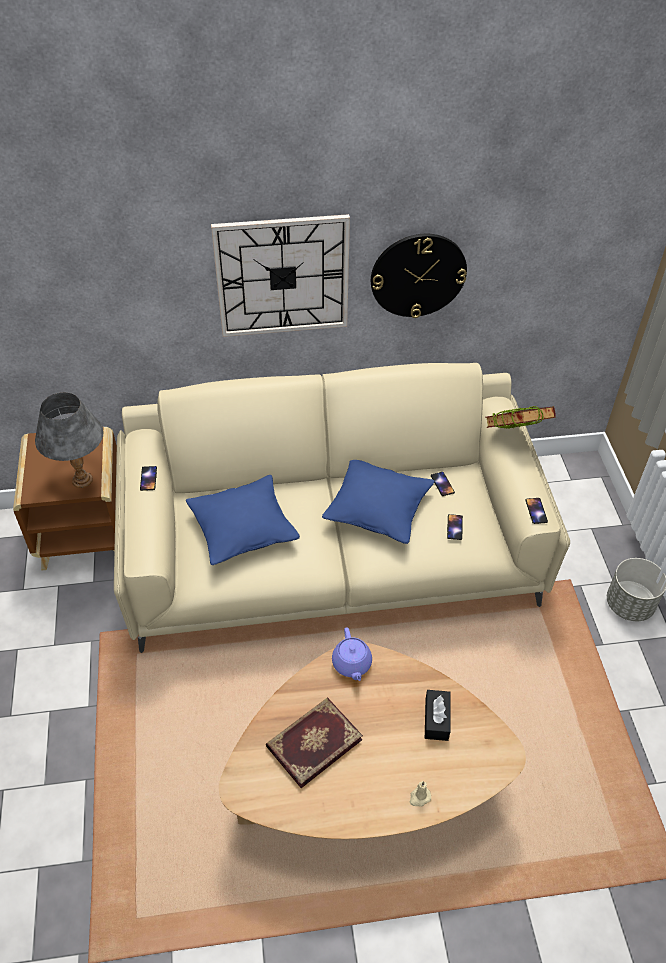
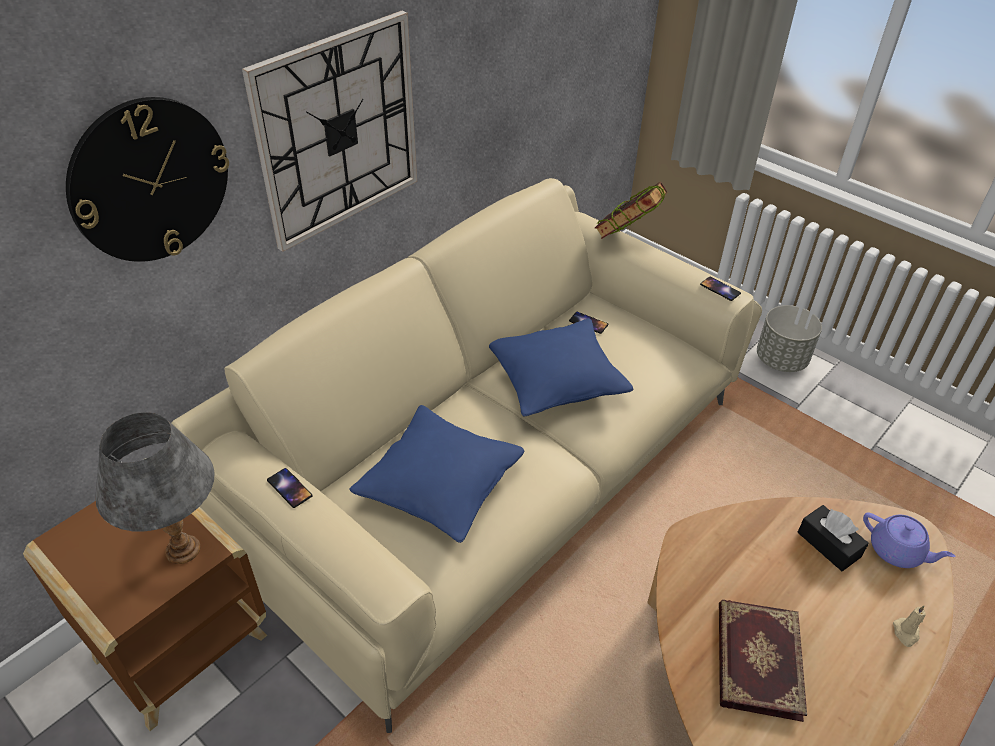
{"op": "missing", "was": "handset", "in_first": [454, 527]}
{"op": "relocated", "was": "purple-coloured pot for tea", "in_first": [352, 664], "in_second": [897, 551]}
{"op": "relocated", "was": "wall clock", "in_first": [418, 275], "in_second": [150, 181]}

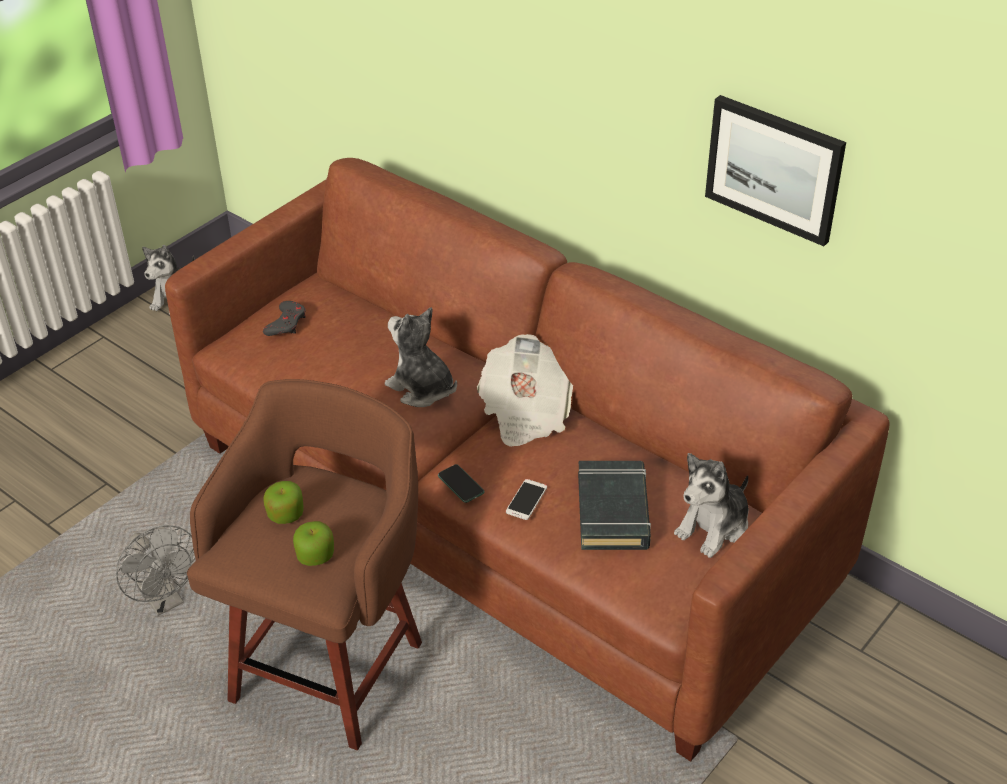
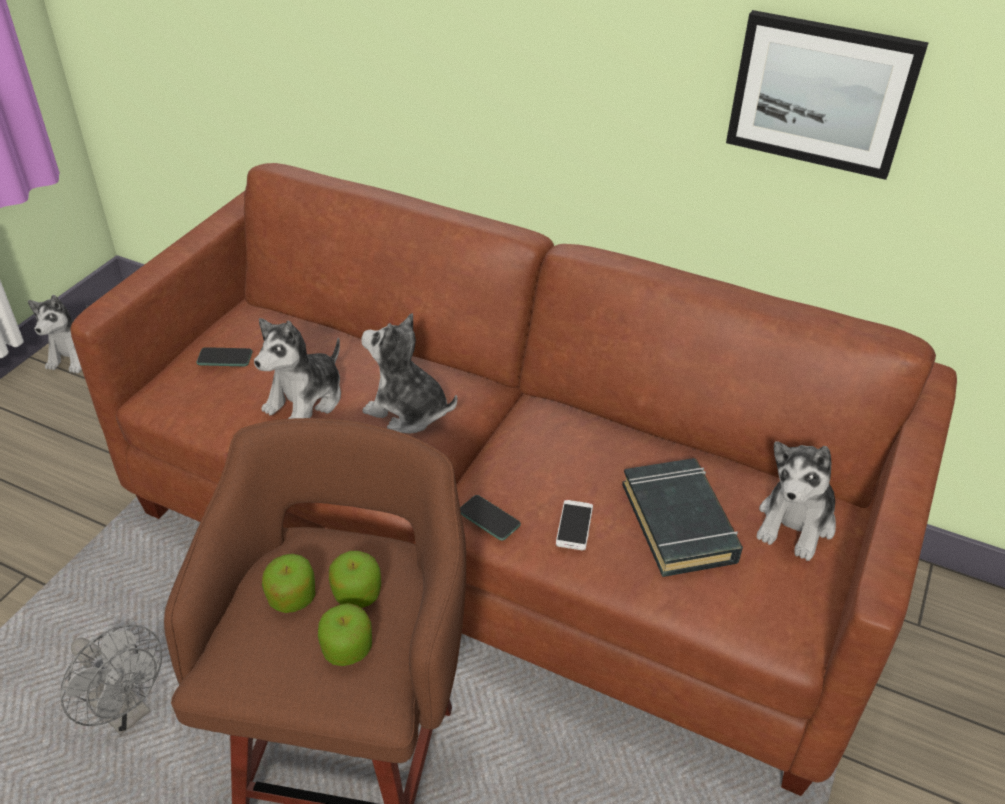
{"op": "missing", "was": "daily paper", "in_first": [525, 412]}
{"op": "appeared", "now": "plush toy", "in_second": [306, 400]}
{"op": "appeared", "now": "apple fruit", "in_second": [357, 593]}
{"op": "exchanged", "was": "grey gamepad", "now": "handset", "in_first": [286, 323], "in_second": [225, 358]}

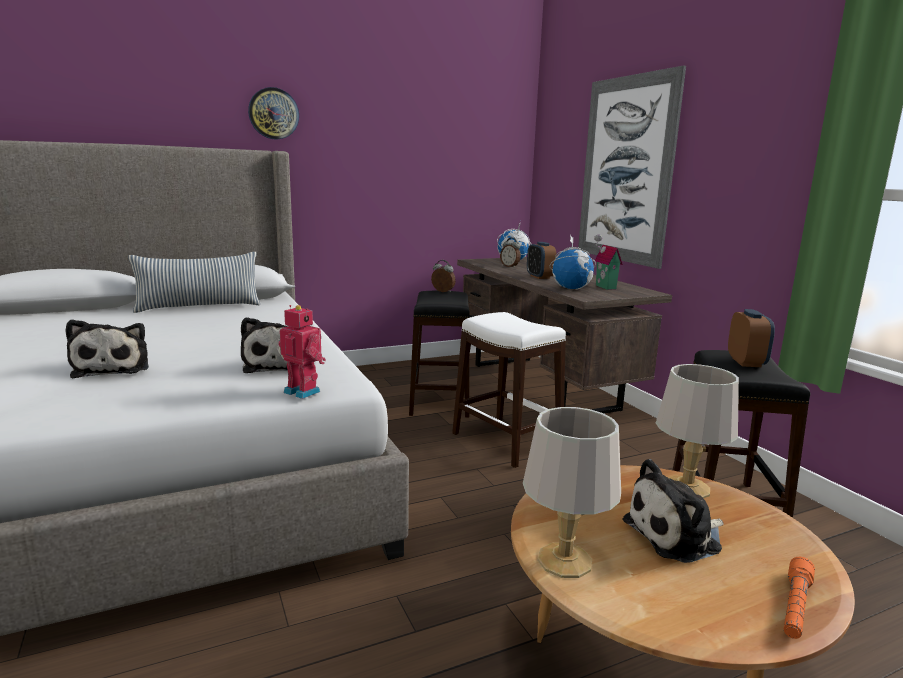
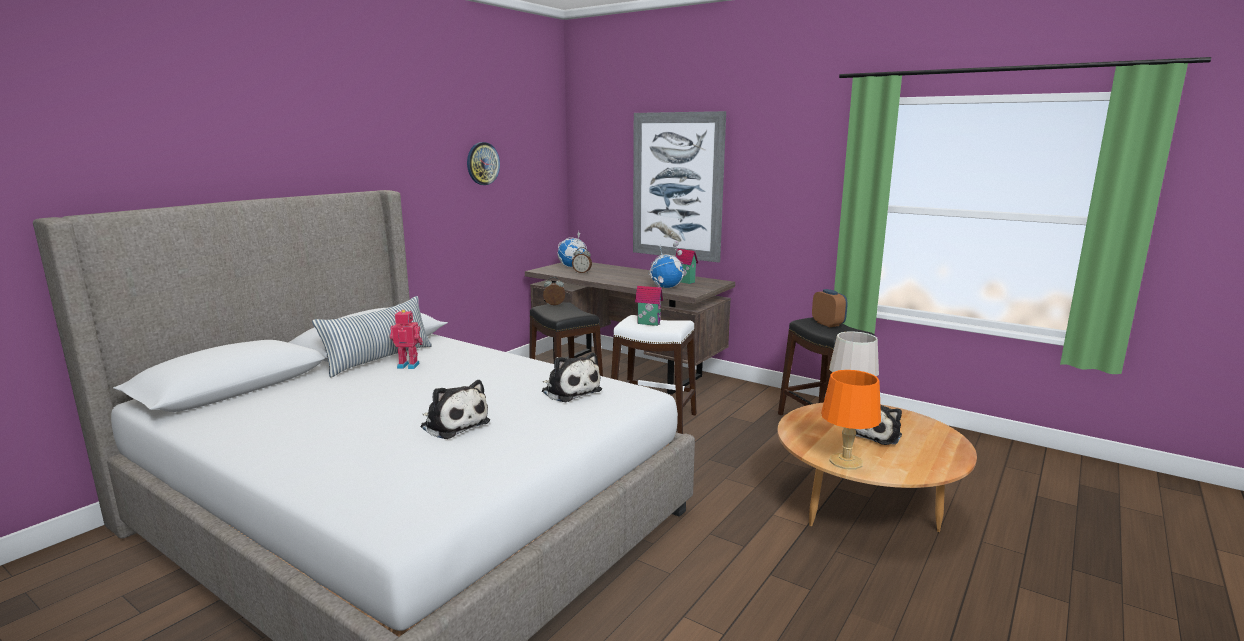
{"op": "missing", "was": "bedside clock", "in_first": [539, 277]}
{"op": "missing", "was": "orangey torch", "in_first": [795, 606]}
{"op": "appeared", "now": "toy house", "in_second": [649, 323]}
{"op": "relocated", "was": "wall clock", "in_first": [273, 113], "in_second": [482, 163]}
{"op": "relocated", "was": "robot figure", "in_first": [303, 391], "in_second": [409, 365]}
{"op": "colour", "was": "grey table lamp", "now": "orangey table lamp", "in_first": [563, 560], "in_second": [845, 462]}

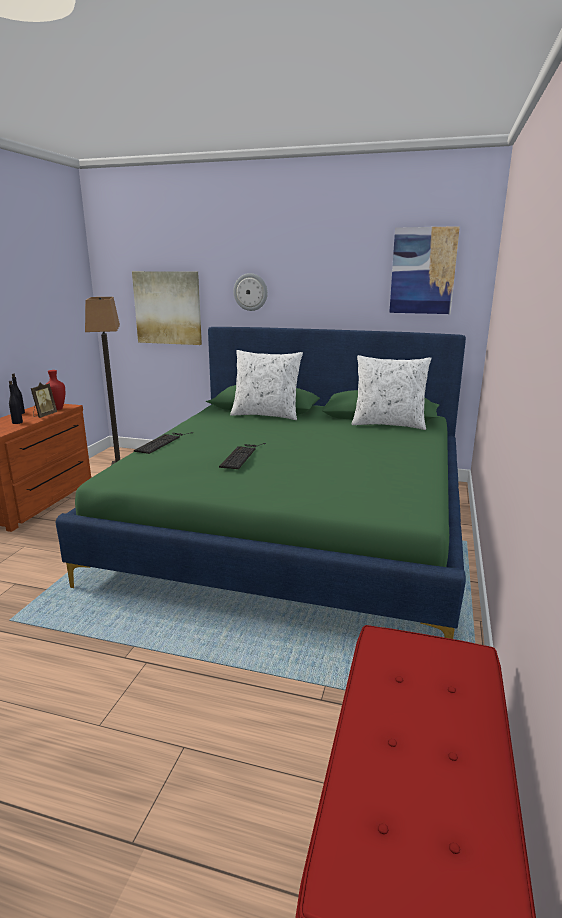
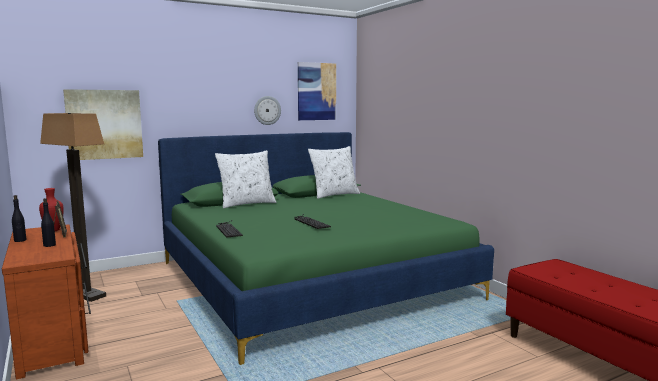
{"op": "relocated", "was": "wall clock", "in_first": [250, 292], "in_second": [267, 110]}

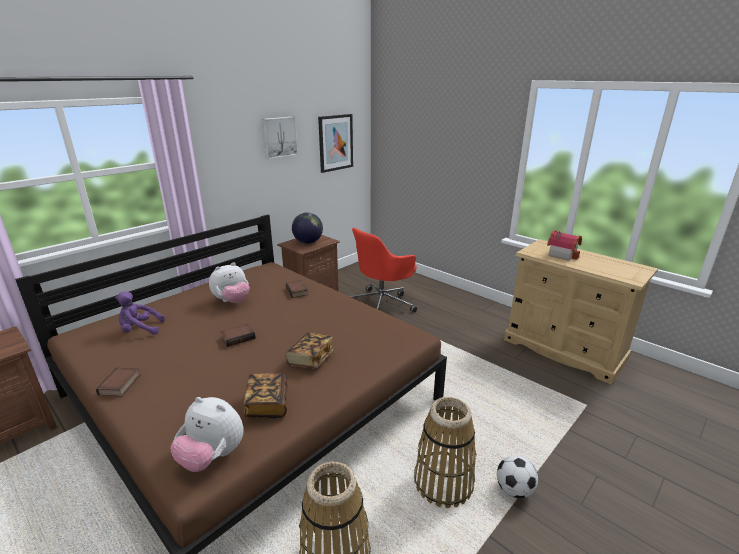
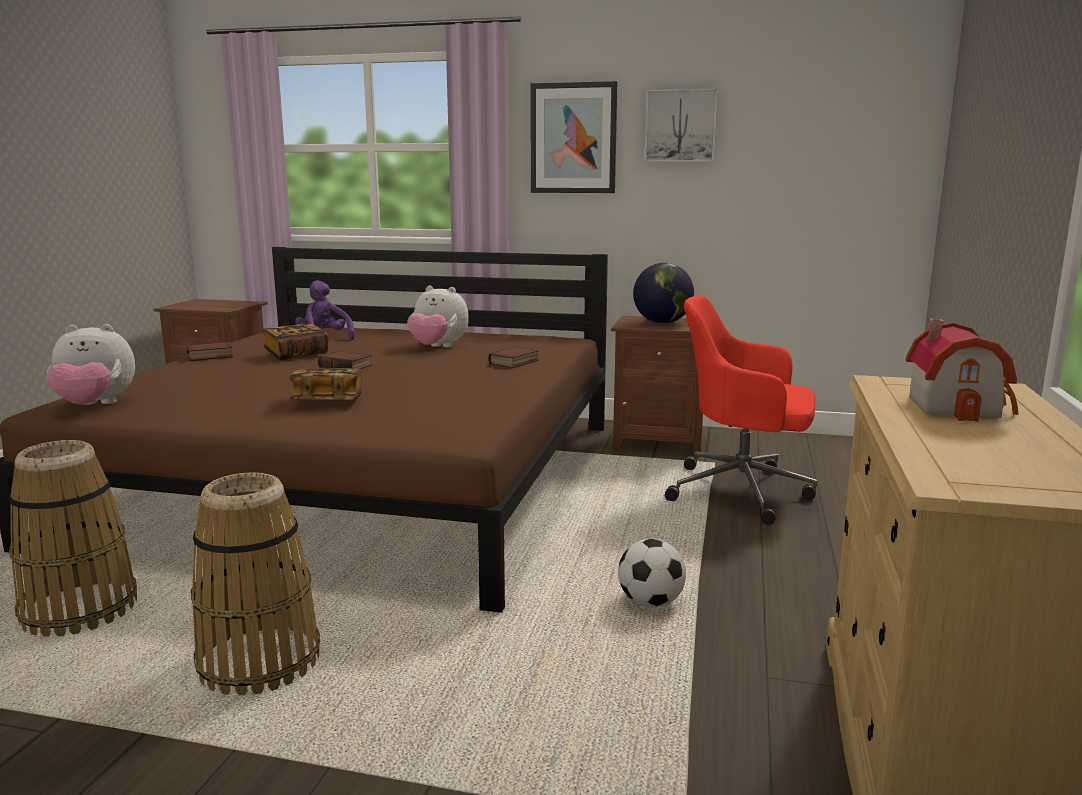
{"op": "relocated", "was": "bound book", "in_first": [267, 404], "in_second": [296, 354]}
{"op": "relocated", "was": "wall art", "in_first": [335, 143], "in_second": [573, 138]}
{"op": "relocated", "was": "football ball", "in_first": [514, 490], "in_second": [650, 603]}
{"op": "spun", "was": "plush toy", "in_first": [212, 457], "in_second": [95, 406], "clockwise": -90}

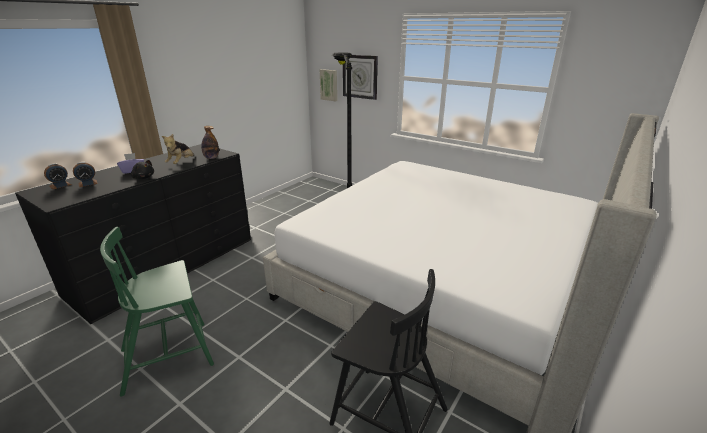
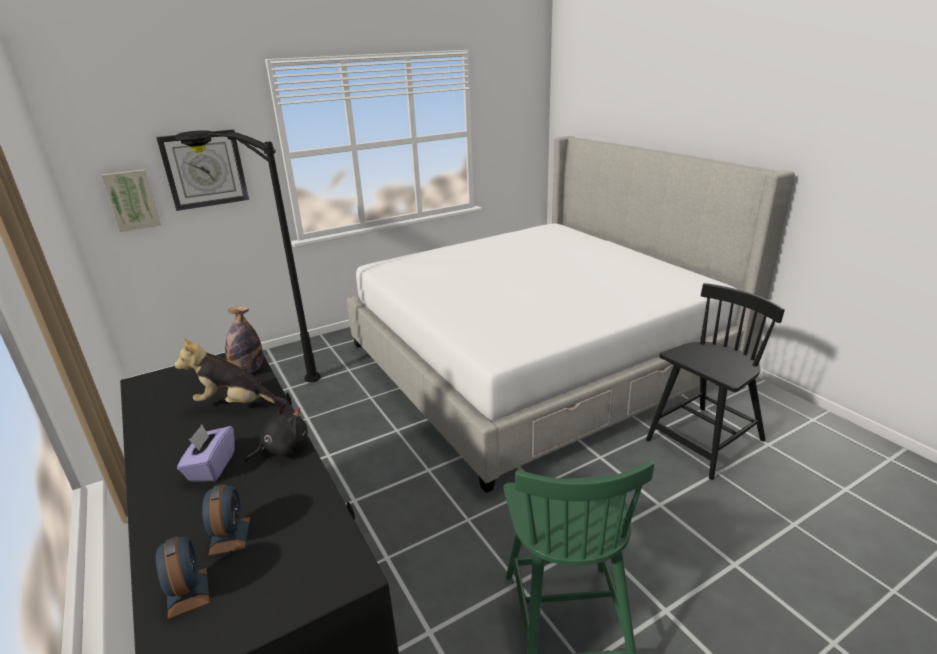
{"op": "spun", "was": "plush toy", "in_first": [181, 163], "in_second": [236, 404], "clockwise": 150}

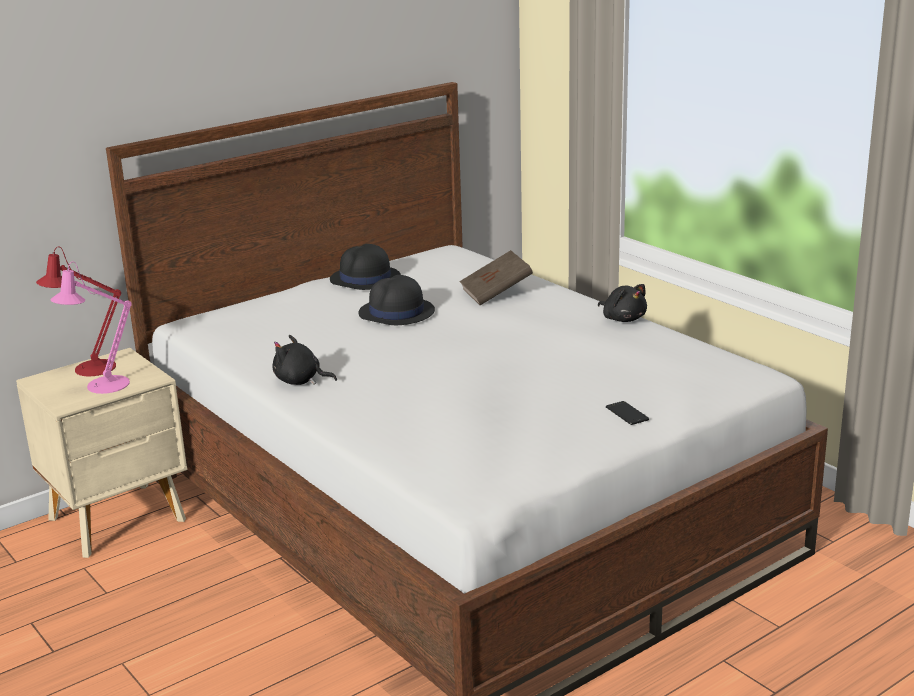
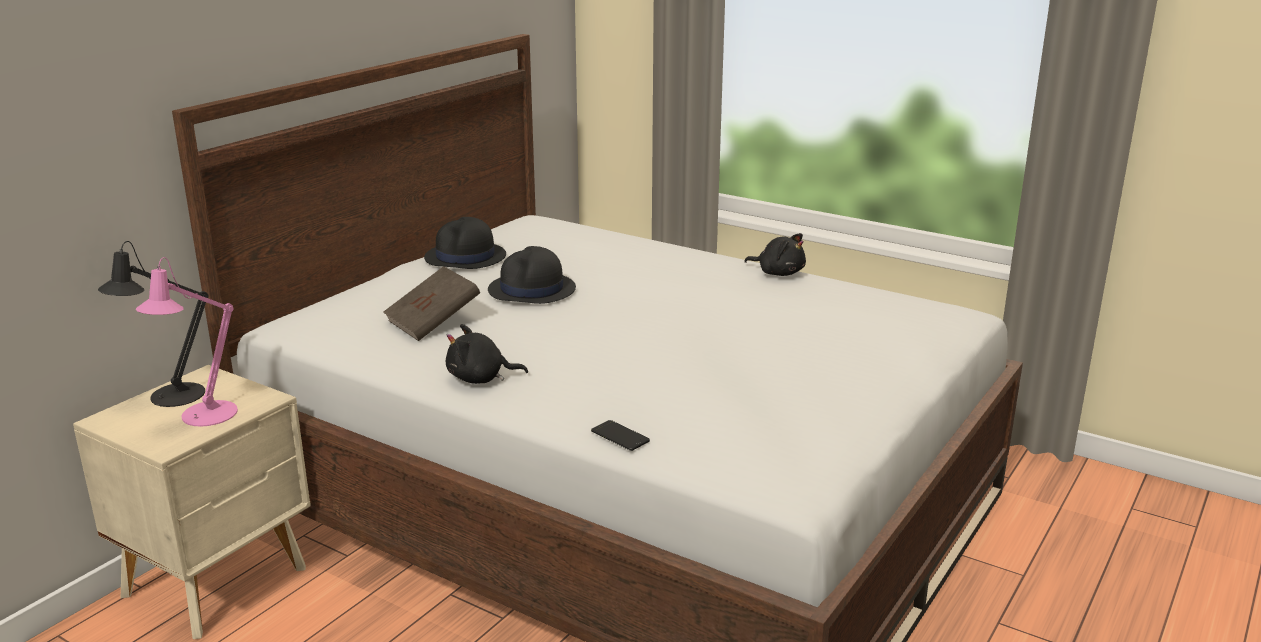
{"op": "relocated", "was": "brownish bound book", "in_first": [496, 293], "in_second": [433, 323]}
{"op": "relocated", "was": "handset", "in_first": [627, 413], "in_second": [620, 436]}
{"op": "colour", "was": "red-coloured table lamp", "now": "blackish table lamp", "in_first": [89, 369], "in_second": [169, 397]}

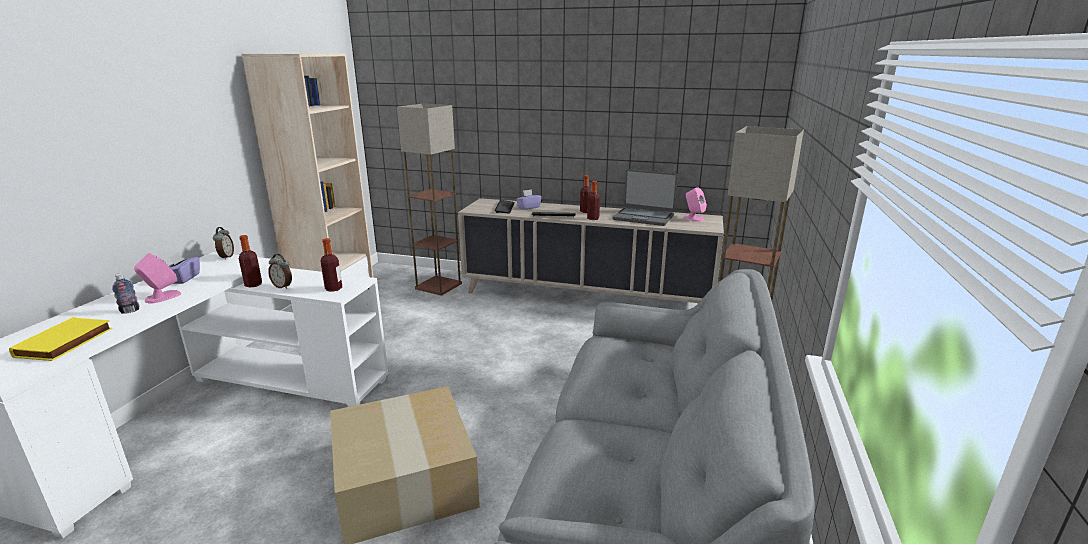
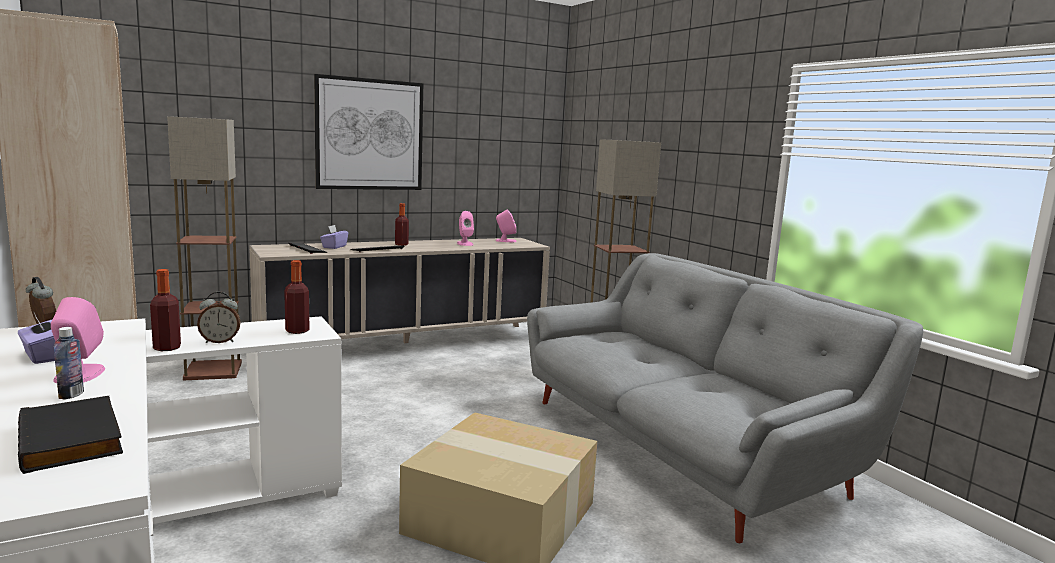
{"op": "missing", "was": "beverage bottle", "in_first": [593, 218]}
{"op": "appeared", "now": "wall art", "in_second": [369, 134]}
{"op": "exchanged", "was": "laptop", "now": "pink-coloured speaker", "in_first": [643, 217], "in_second": [465, 243]}
{"op": "colour", "was": "yellowish bound book", "now": "blackish bound book", "in_first": [66, 343], "in_second": [74, 439]}

